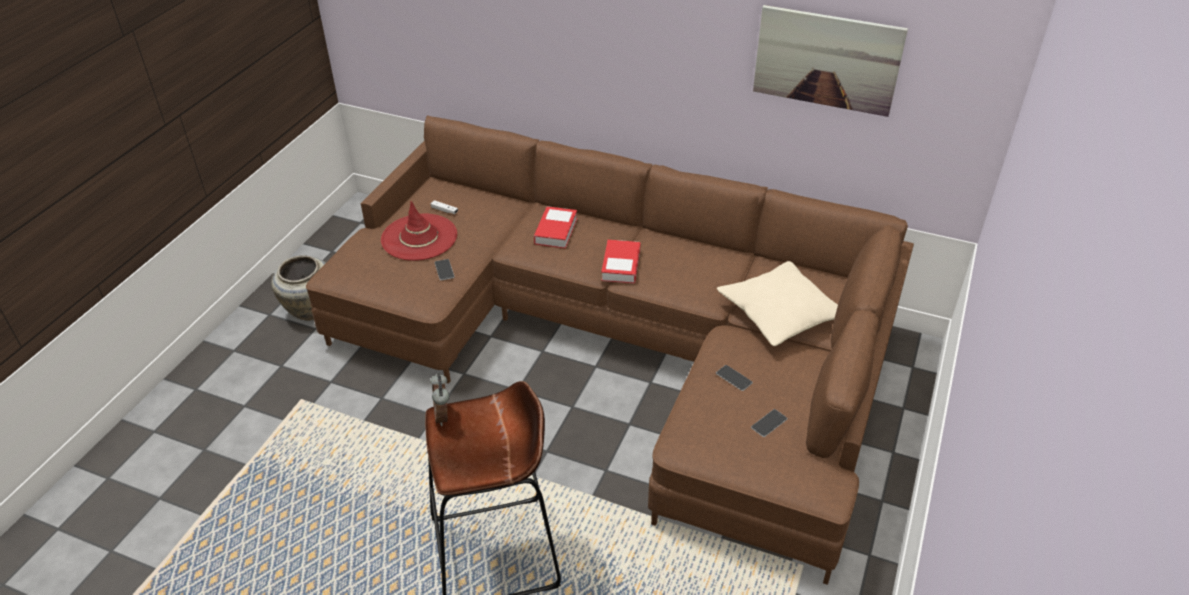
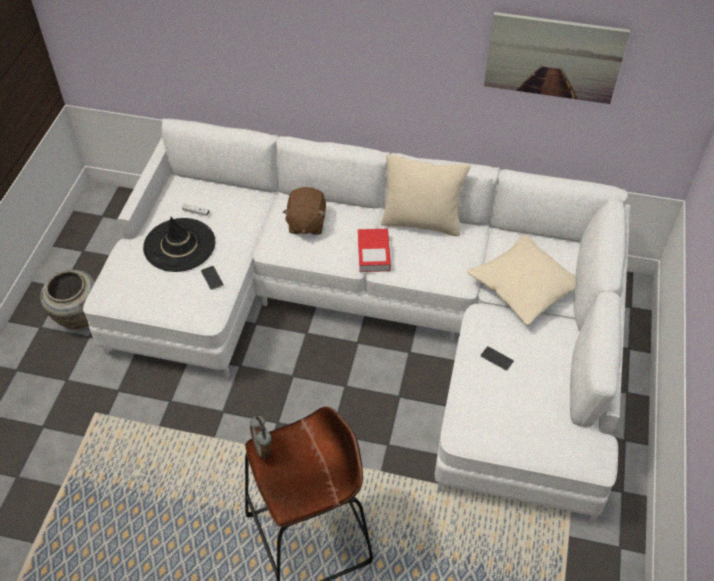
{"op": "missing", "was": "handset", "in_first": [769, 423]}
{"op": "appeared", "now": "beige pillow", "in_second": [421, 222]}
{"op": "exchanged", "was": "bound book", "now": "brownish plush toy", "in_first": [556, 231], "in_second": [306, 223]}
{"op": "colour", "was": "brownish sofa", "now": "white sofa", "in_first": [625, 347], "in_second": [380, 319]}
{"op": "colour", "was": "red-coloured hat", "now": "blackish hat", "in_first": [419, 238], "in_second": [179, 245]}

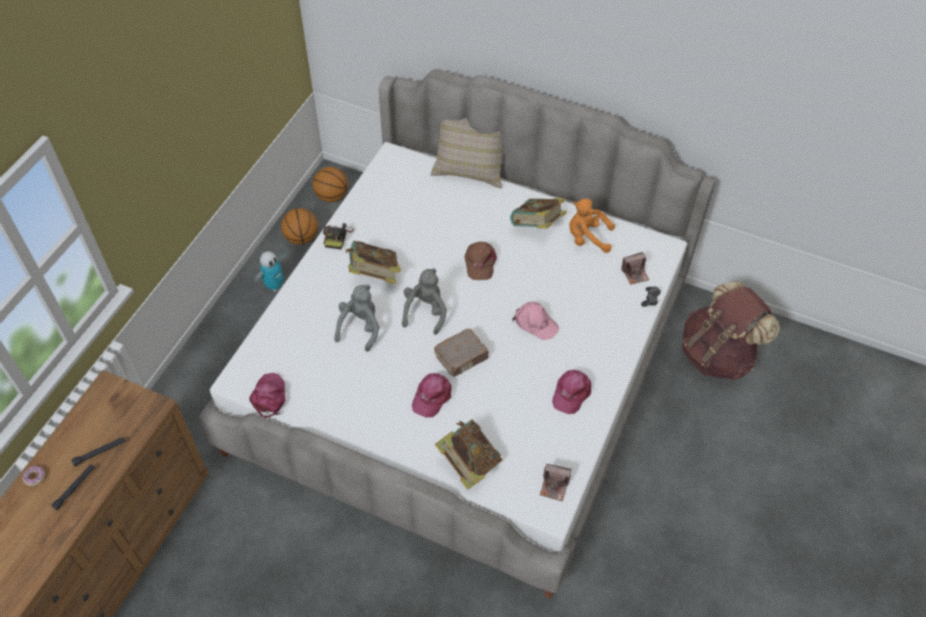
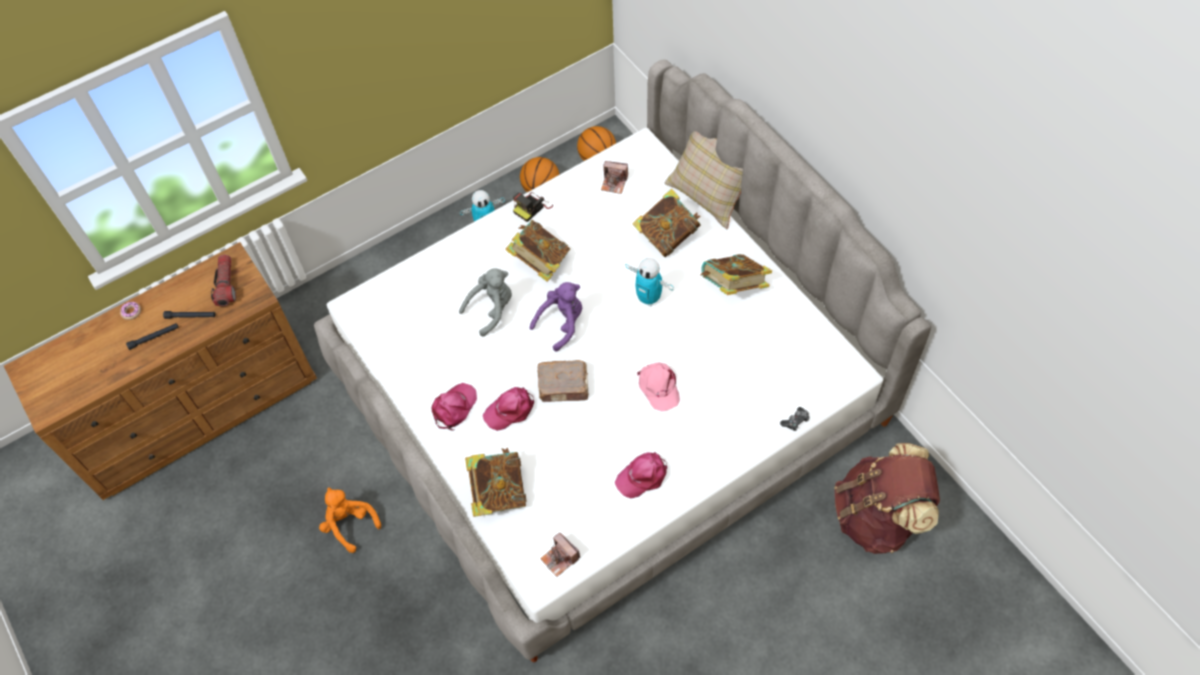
{"op": "appeared", "now": "torch", "in_second": [226, 285]}
{"op": "appeared", "now": "bound book", "in_second": [667, 236]}
{"op": "relocated", "was": "pink-coloured cap", "in_first": [269, 397], "in_second": [454, 408]}
{"op": "relocated", "was": "orangey plush toy", "in_first": [587, 238], "in_second": [349, 524]}
{"op": "relocated", "was": "photo camera", "in_first": [635, 273], "in_second": [614, 183]}
{"op": "exchanged", "was": "brownish cap", "now": "robot figure", "in_first": [480, 263], "in_second": [649, 298]}
{"op": "colour", "was": "grey plush toy", "now": "purple-coloured plush toy", "in_first": [425, 312], "in_second": [562, 323]}

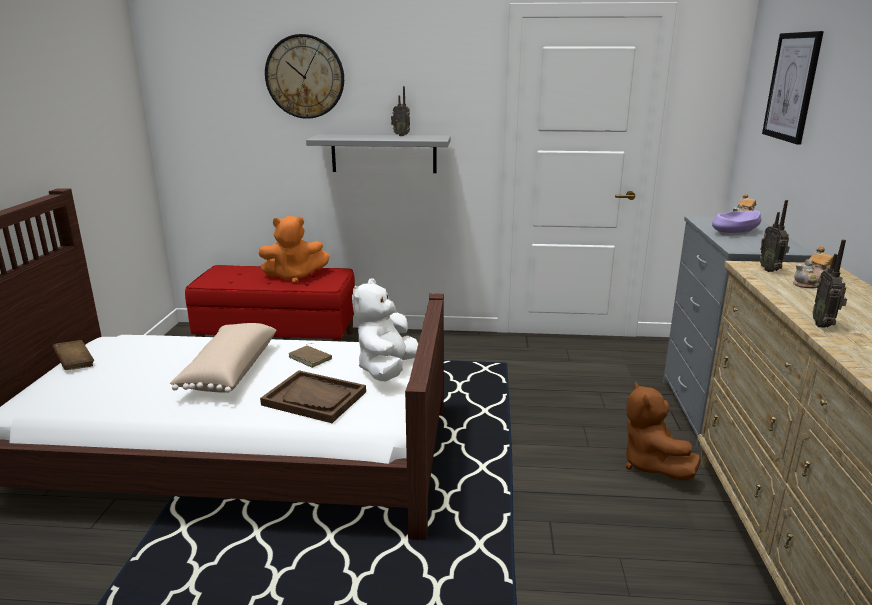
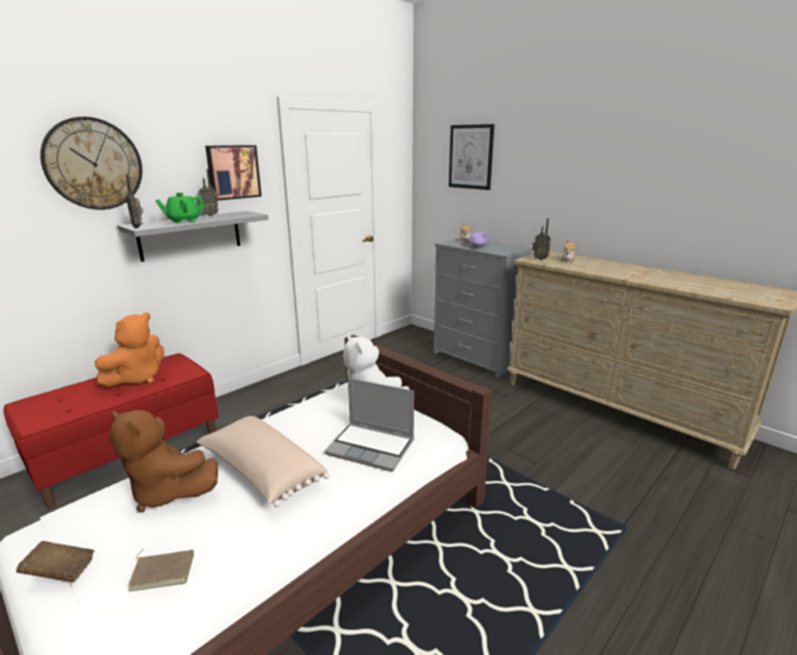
{"op": "appeared", "now": "green-coloured pot for tea", "in_second": [183, 221]}
{"op": "appeared", "now": "wall art", "in_second": [233, 172]}
{"op": "relocated", "was": "brownish bound book", "in_first": [311, 358], "in_second": [163, 570]}
{"op": "relocated", "was": "brownish plush toy", "in_first": [651, 465], "in_second": [167, 492]}
{"op": "relocated", "was": "radio", "in_first": [824, 325], "in_second": [139, 227]}
{"op": "exchanged", "was": "brownish carrying tray", "now": "laptop", "in_first": [315, 398], "in_second": [372, 447]}

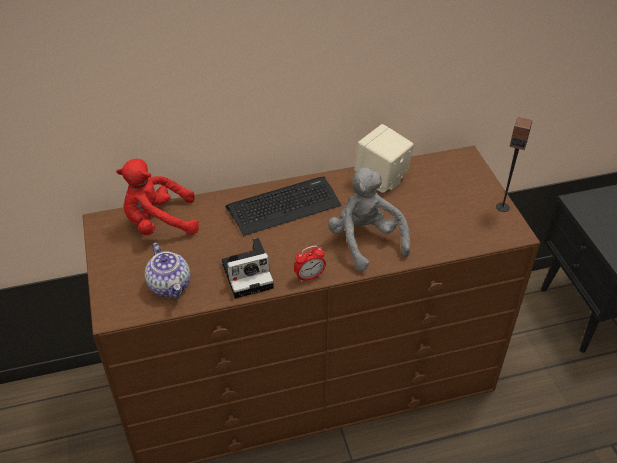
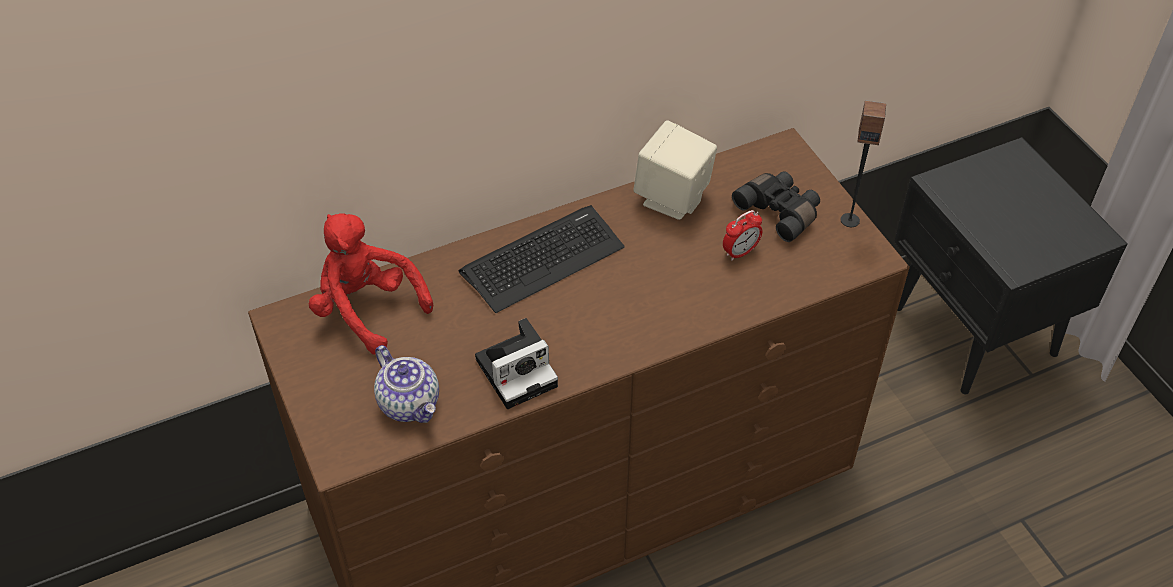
{"op": "missing", "was": "grey plush toy", "in_first": [365, 241]}
{"op": "appeared", "now": "blackish binoculars", "in_second": [780, 211]}
{"op": "relocated", "was": "bedside clock", "in_first": [309, 276], "in_second": [740, 252]}
{"op": "spun", "was": "red-coloured plush toy", "in_first": [159, 223], "in_second": [367, 309], "clockwise": 60}

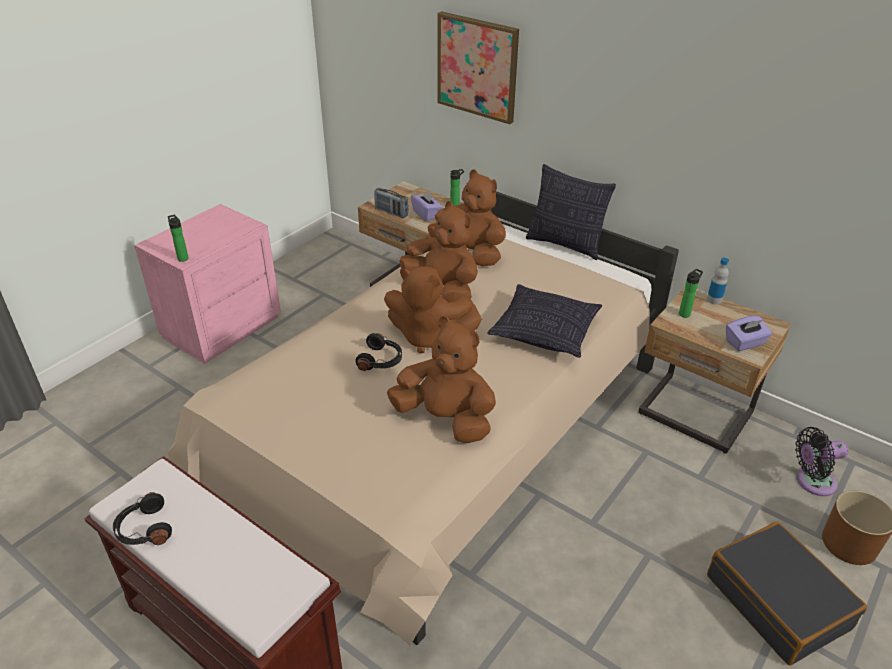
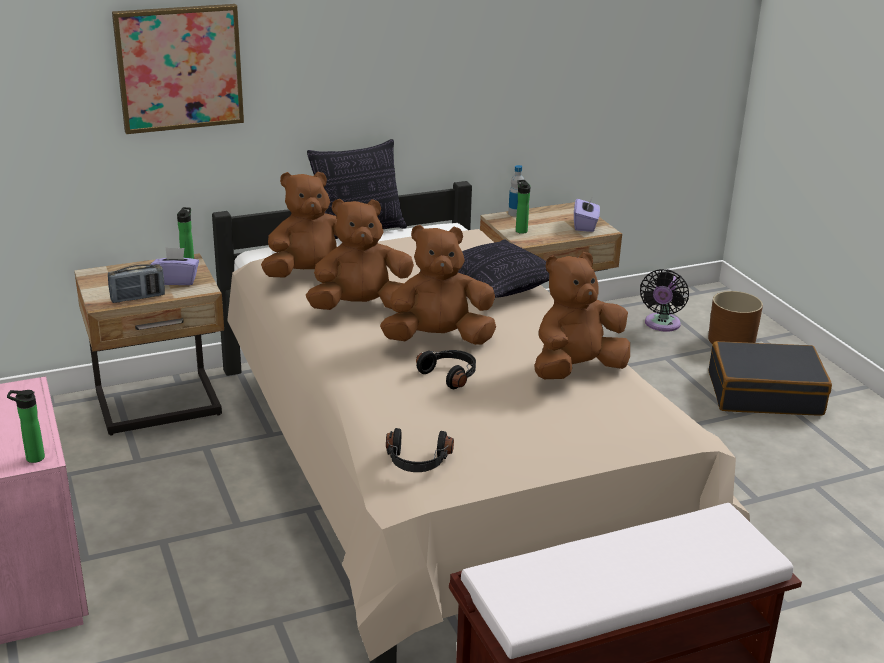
{"op": "relocated", "was": "blackish pair of headphones", "in_first": [144, 529], "in_second": [417, 462]}
{"op": "spun", "was": "brownish plush toy", "in_first": [428, 337], "in_second": [438, 339], "clockwise": -150}

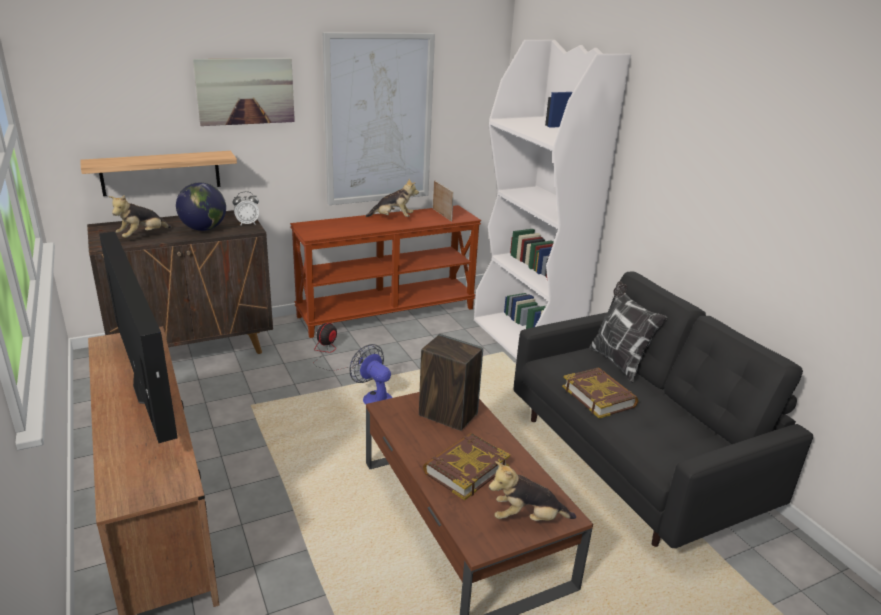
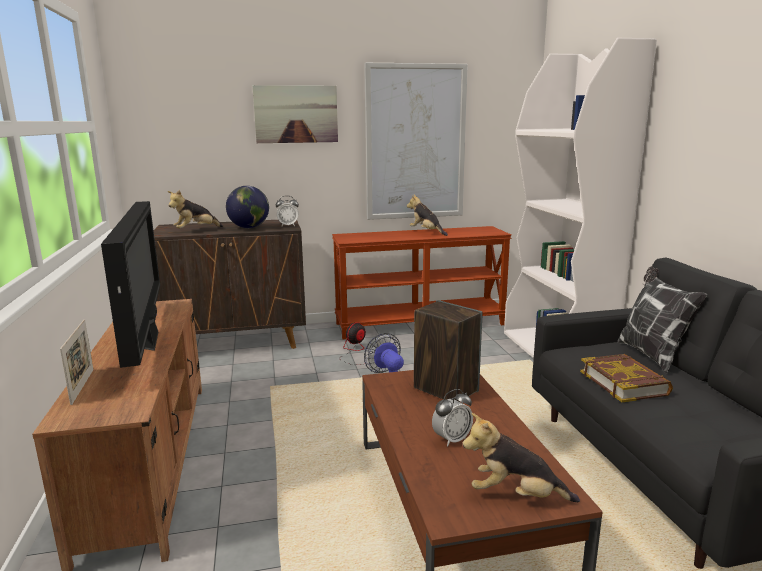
{"op": "missing", "was": "wall shelf", "in_first": [161, 173]}
{"op": "relocated", "was": "standing frame", "in_first": [442, 215], "in_second": [82, 386]}
{"op": "exchanged", "was": "bound book", "now": "bedside clock", "in_first": [465, 469], "in_second": [452, 439]}
{"op": "spun", "was": "plush toy", "in_first": [393, 218], "in_second": [426, 232], "clockwise": -150}

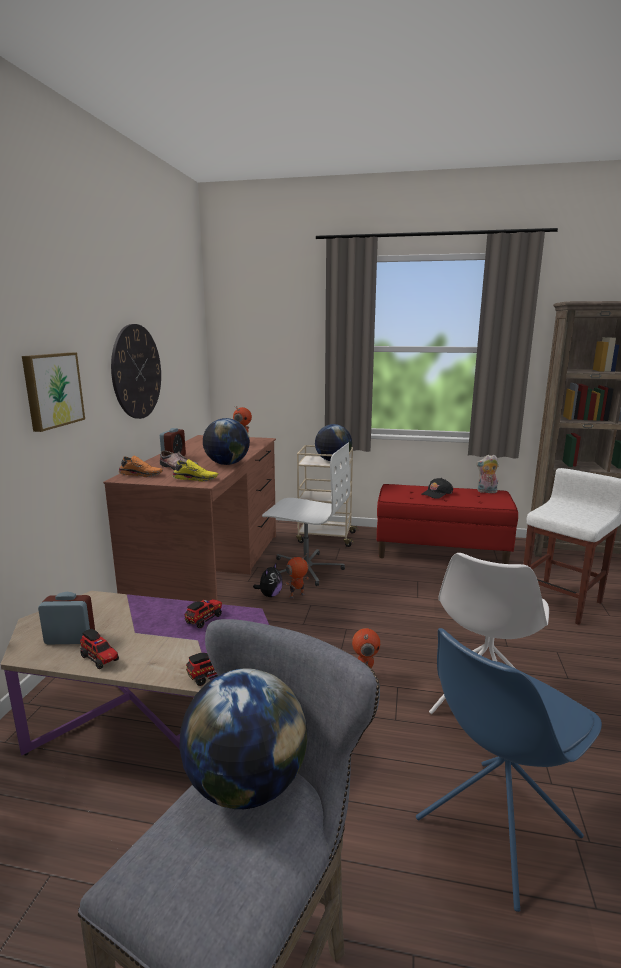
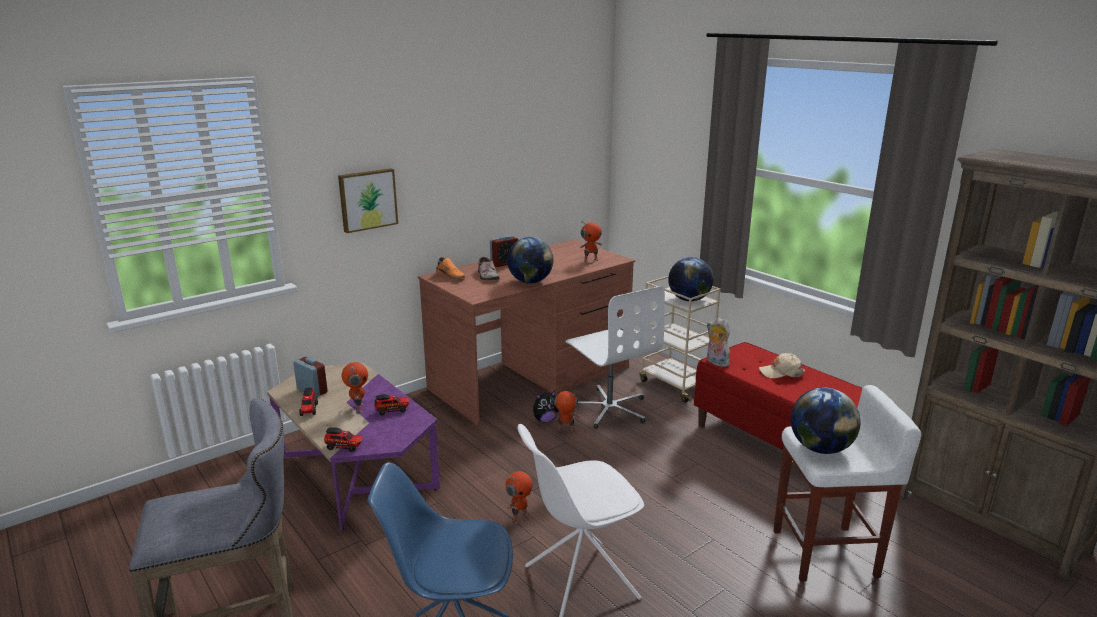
{"op": "missing", "was": "wall clock", "in_first": [136, 372]}
{"op": "missing", "was": "yellowish low shoe", "in_first": [196, 479]}
{"op": "appeared", "now": "robot figure", "in_second": [358, 408]}
{"op": "relocated", "was": "globe", "in_first": [246, 785], "in_second": [820, 448]}
{"op": "relocated", "was": "plush toy", "in_first": [486, 492], "in_second": [716, 362]}
{"op": "colour", "was": "blackish cap", "now": "beige cap", "in_first": [436, 493], "in_second": [781, 372]}

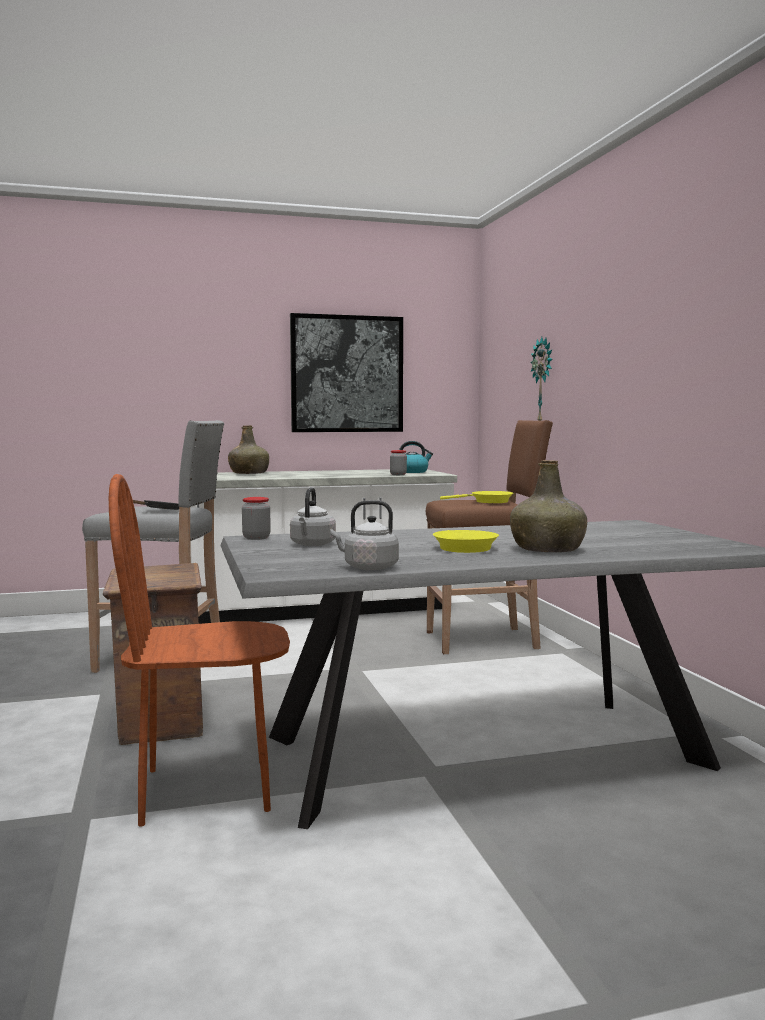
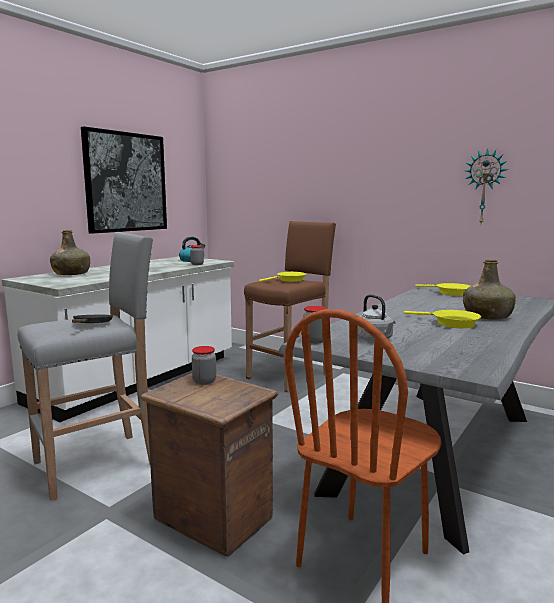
{"op": "missing", "was": "grey tea kettle", "in_first": [368, 567]}
{"op": "appeared", "now": "jar", "in_second": [204, 381]}
{"op": "appeared", "now": "yellowish skillet", "in_second": [450, 292]}
{"op": "relocated", "was": "wall clock", "in_first": [544, 380], "in_second": [484, 187]}

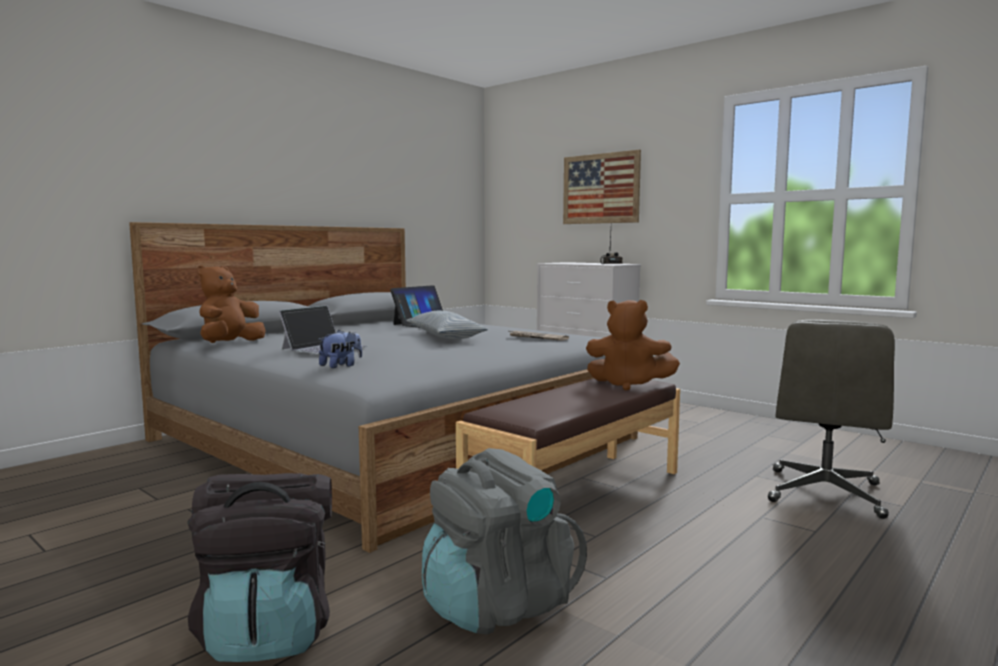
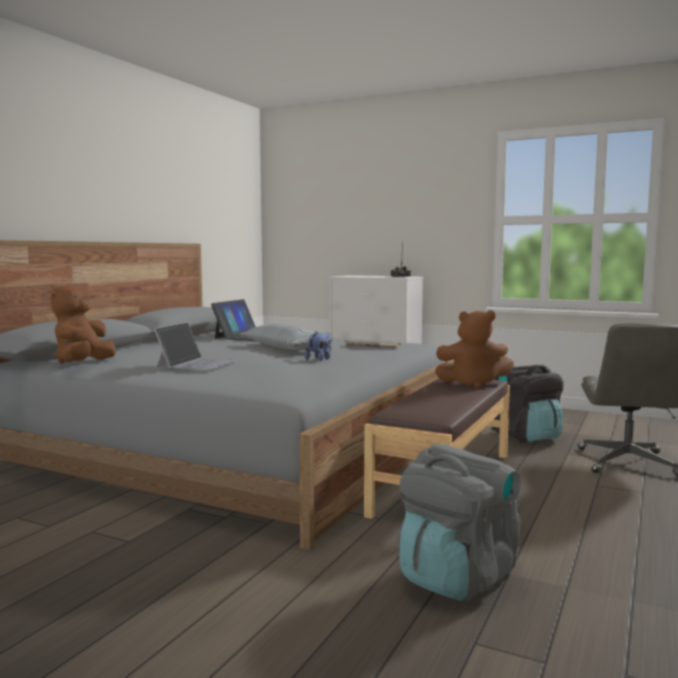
{"op": "missing", "was": "wall art", "in_first": [601, 188]}
{"op": "relocated", "was": "blackish knapsack", "in_first": [269, 631], "in_second": [525, 436]}
{"op": "relocated", "was": "plush toy", "in_first": [341, 366], "in_second": [320, 359]}

